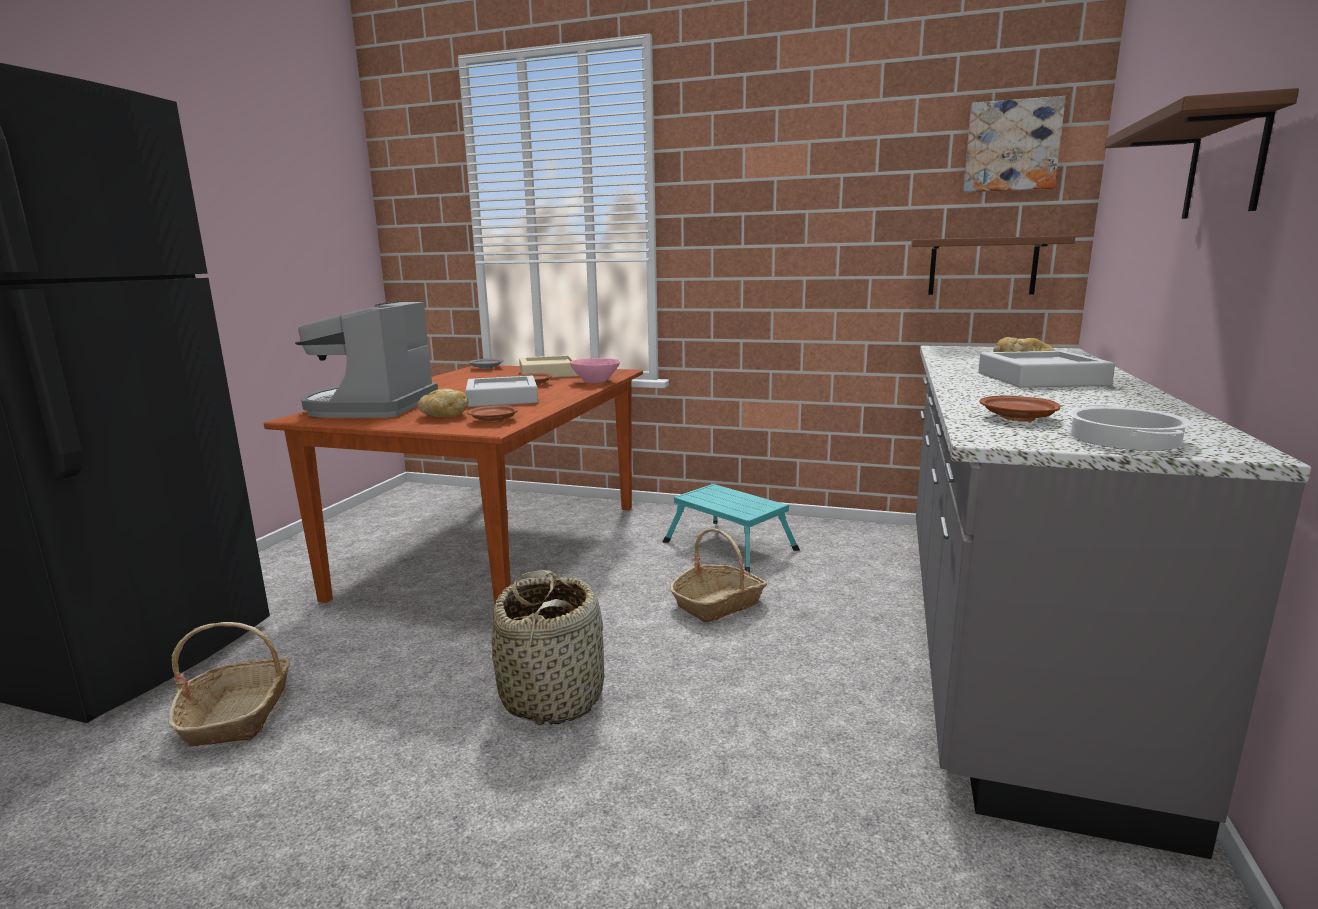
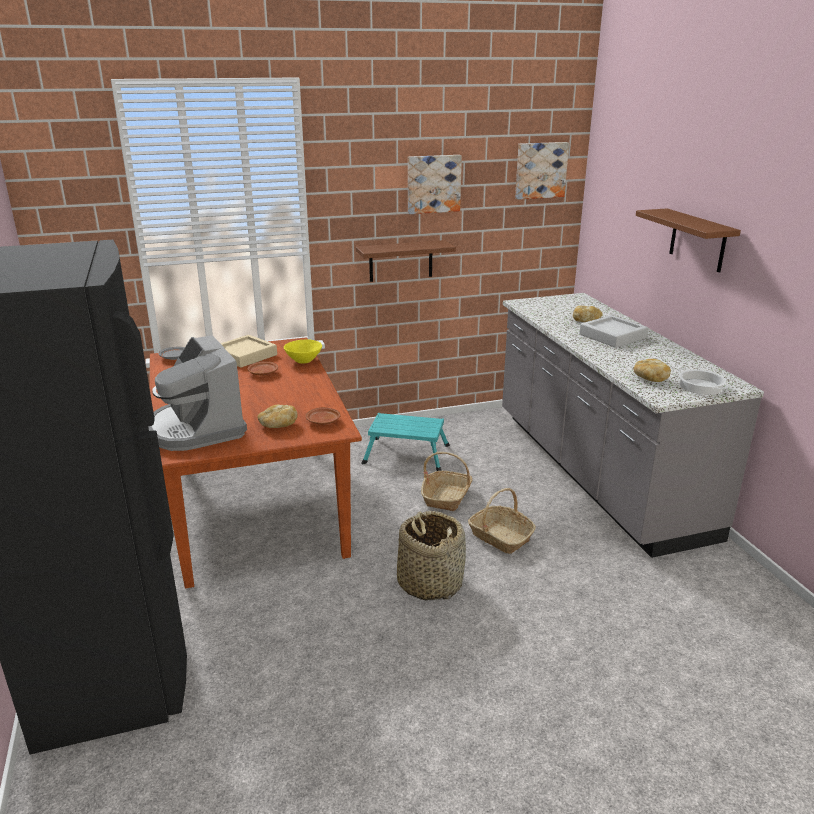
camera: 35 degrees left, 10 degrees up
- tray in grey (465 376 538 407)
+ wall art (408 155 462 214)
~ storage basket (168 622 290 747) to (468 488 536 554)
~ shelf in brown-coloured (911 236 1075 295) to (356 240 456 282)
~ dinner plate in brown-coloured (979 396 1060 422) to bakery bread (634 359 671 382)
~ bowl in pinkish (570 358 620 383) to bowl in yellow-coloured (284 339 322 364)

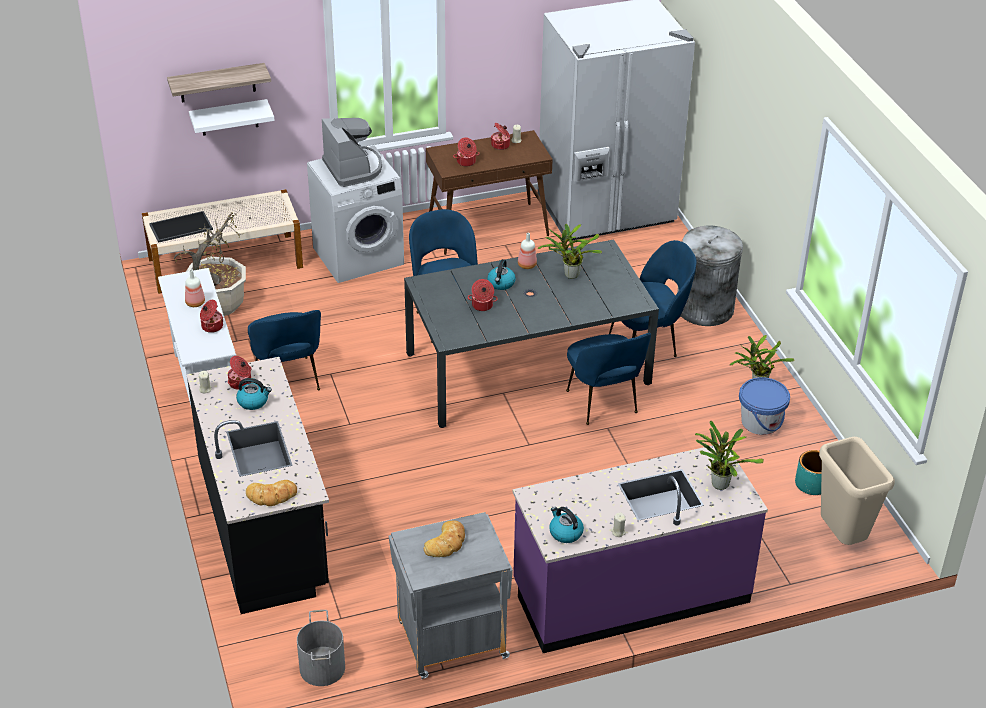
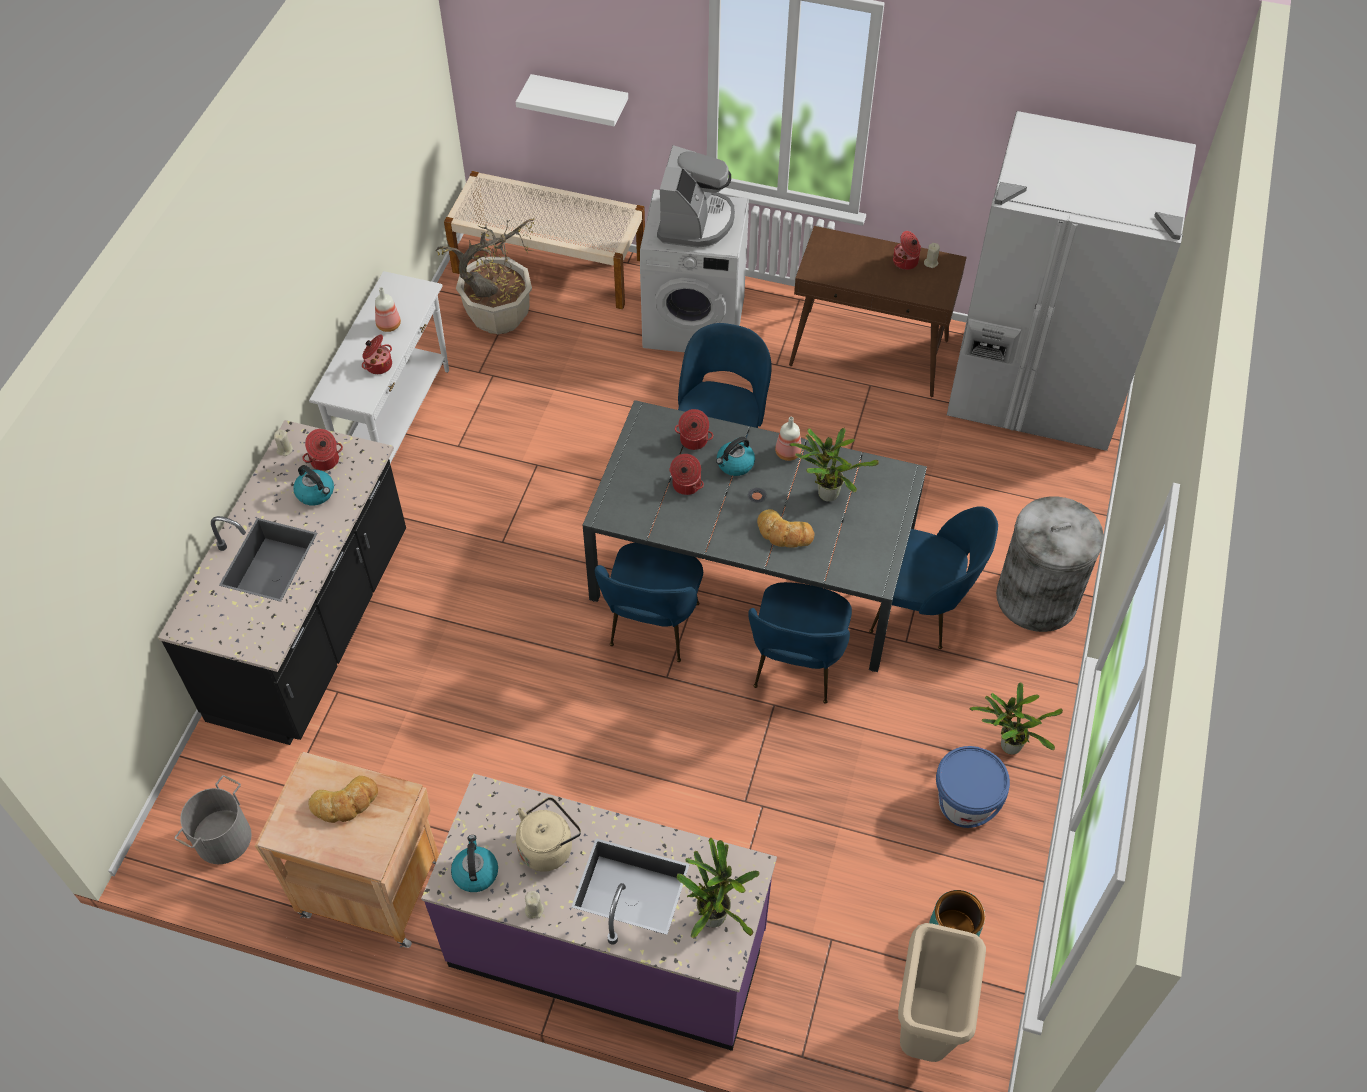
camera: 35 degrees right, 15 degrees up
- tray (149 211 213 243)
- shelf (167 63 271 103)
+ kettle in beige (516 797 581 872)
~ bakery bread (246 480 297 506) to (757 509 815 548)
~ chair in bluish (248 310 321 390) to (595 543 703 662)
~ cooking pot (453 137 479 166) to (675 409 713 450)
~ cart in grey (389 512 513 680) to cart in brown-coloured (255 752 439 948)

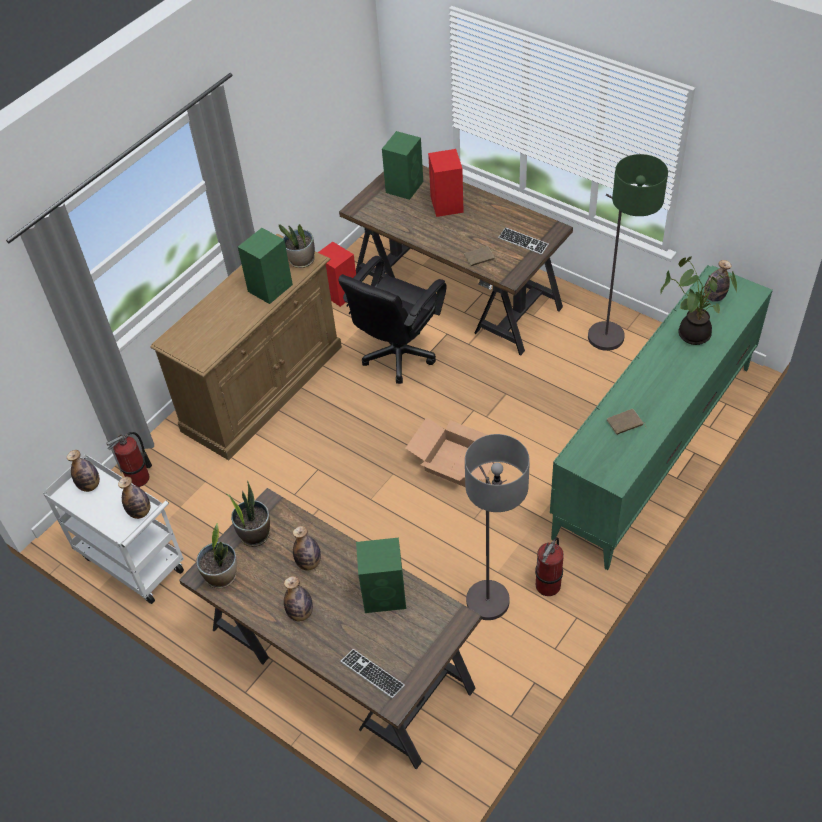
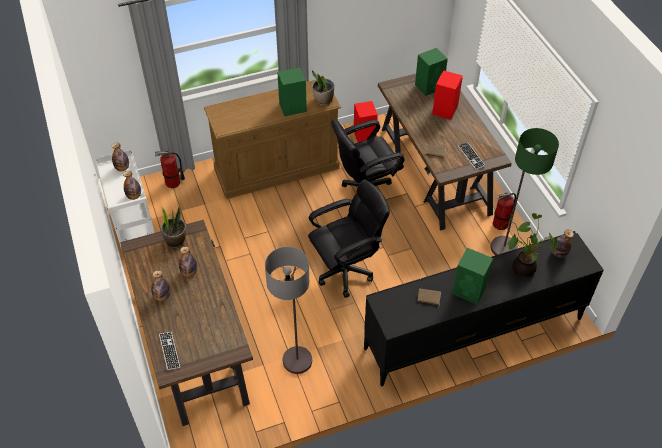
camera: 30 degrees right, 0 degrees up
- houseplant (196 523 237 589)
~ loudspeaker in green-coloured (356 537 406 613) to (452 248 493 304)
~ fire-fighting cylinder (535 537 564 596) to (493 193 516 230)
~ carton (406 417 495 487) to computer chair in black-coloured (308 180 390 298)
~ cabinet in green-coloured (550 265 773 570) to cabinet in black-coloured (364 231 604 387)

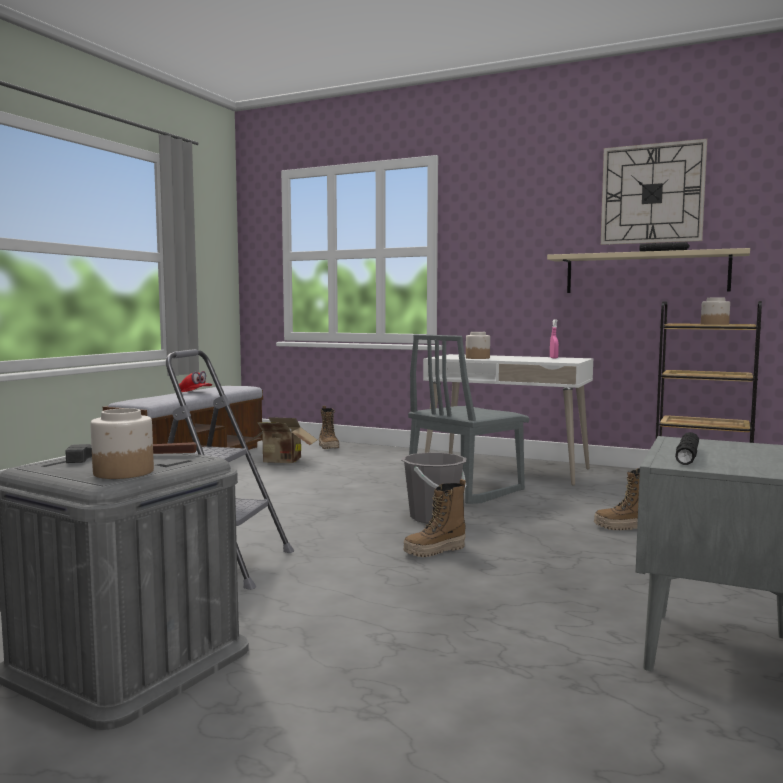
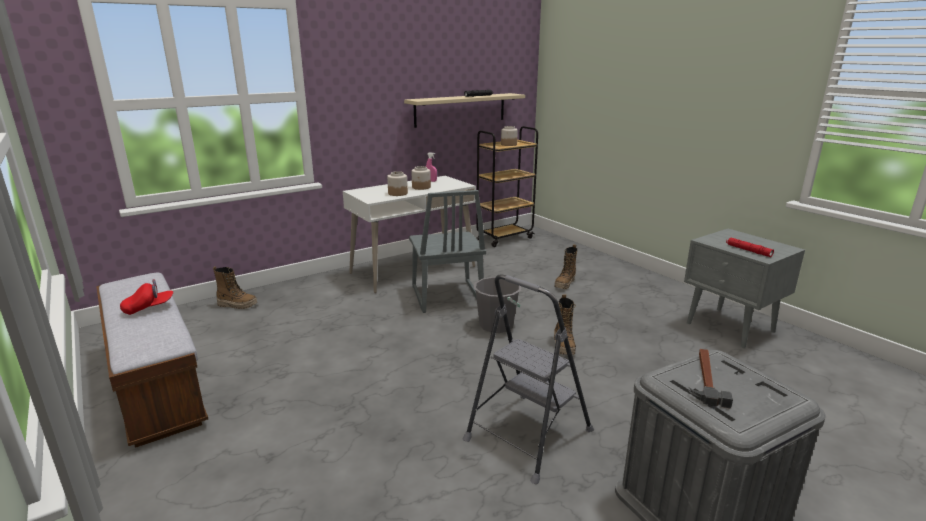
camera: 60 degrees left, 15 degrees up
- carton (247 417 317 463)
- wall clock (601 139 707 245)
~ preserve jar (91 408 154 479) to (411 166 431 190)
~ hand torch in black-coloured (675 432 699 465) to hand torch in reddish (726 238 774 257)

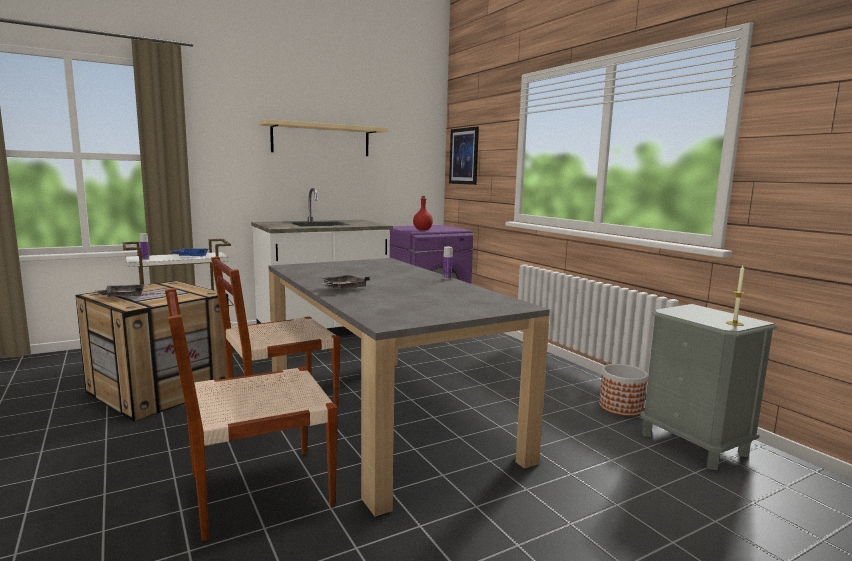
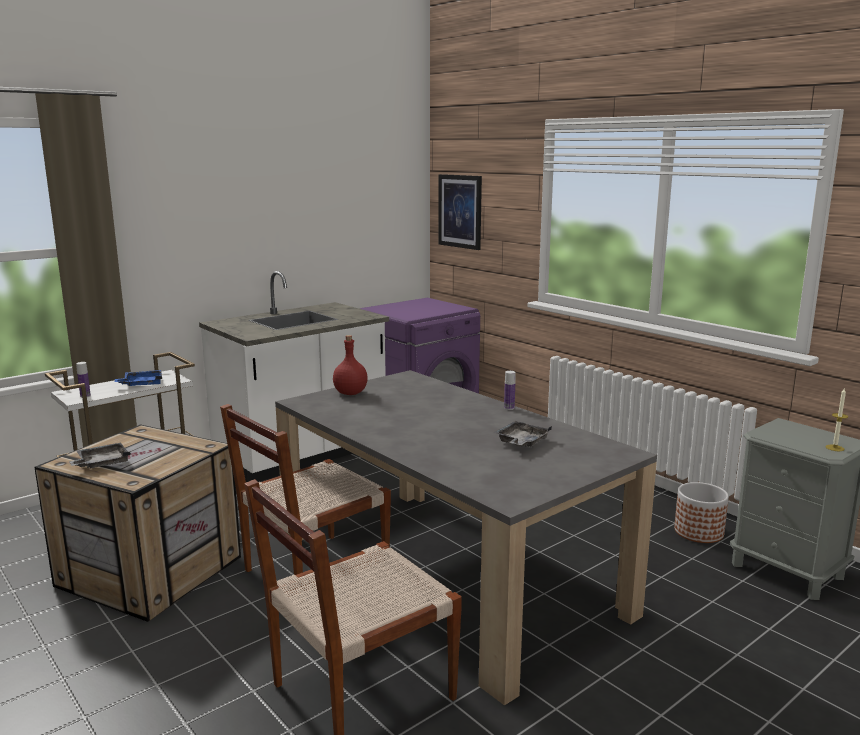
camera: 10 degrees left, 5 degrees up
- shelf in beige (259 119 388 156)
~ tray in grey (320 275 370 289) to (493 421 552 447)
~ drink bottle in reddish (413 196 433 230) to (333 335 368 395)

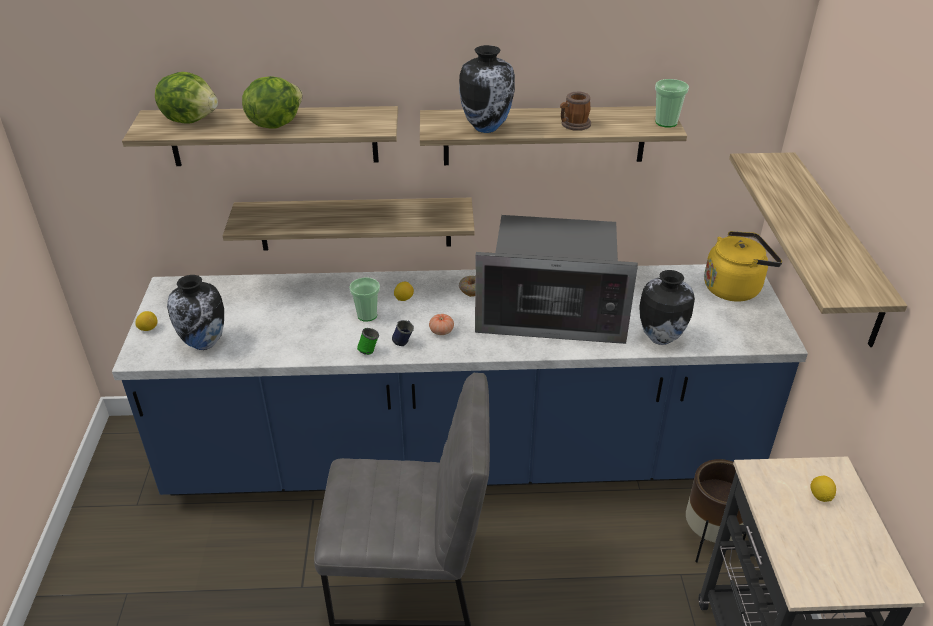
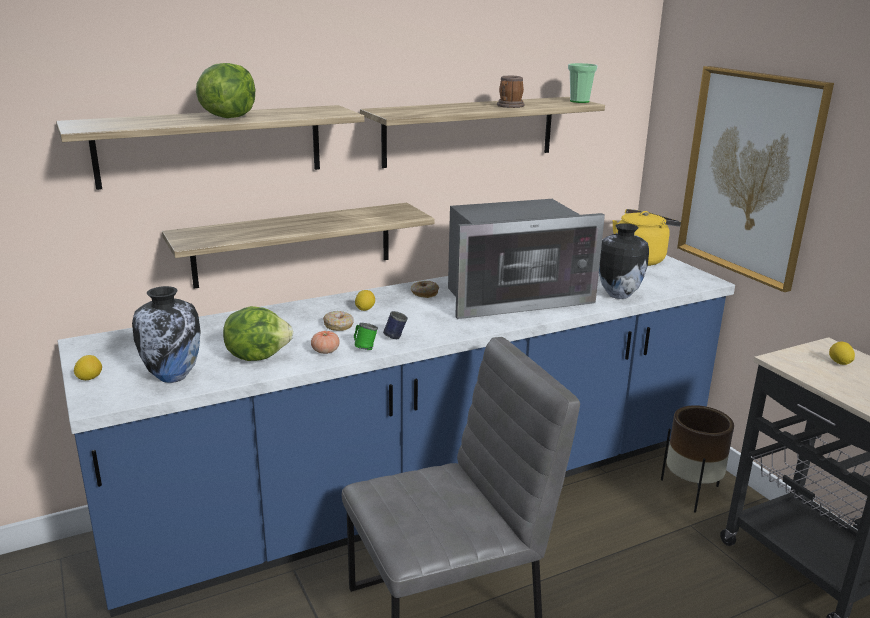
camera: 25 degrees left, 15 degrees down
- flower vase (459 45 515 133)
~ lettuce head (155 72 218 124) to (223 306 293 361)
~ tomato (429 314 454 335) to (311 331 340 354)
~ drinking cup (349 277 380 322) to ring doughnut (323 311 354 331)
~ shelf (729 152 907 347) to wall art (677 66 834 292)

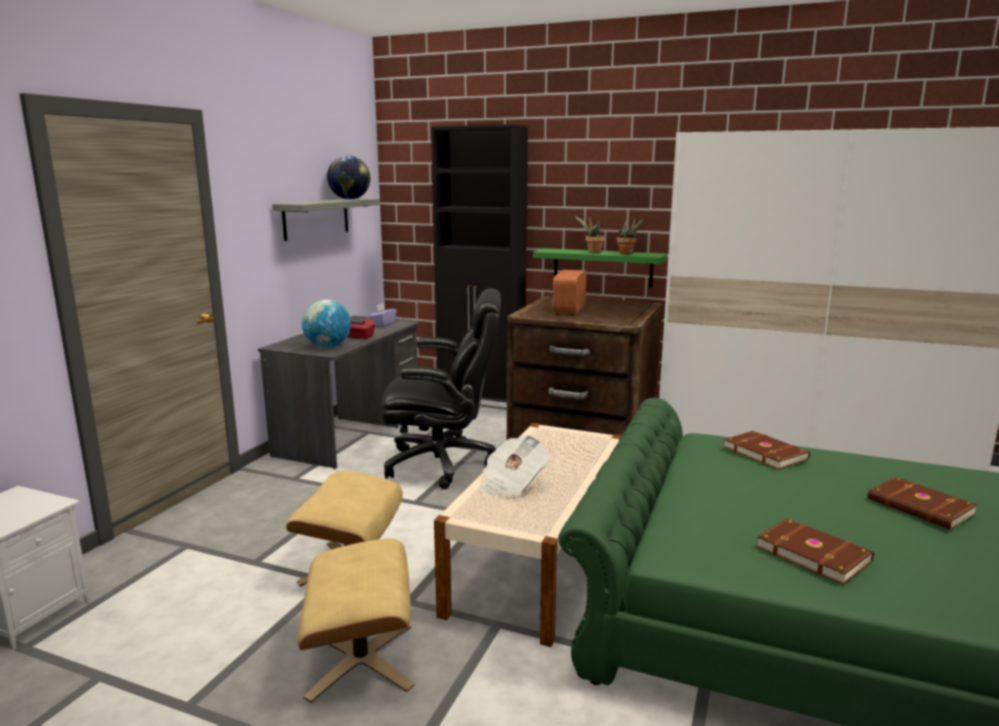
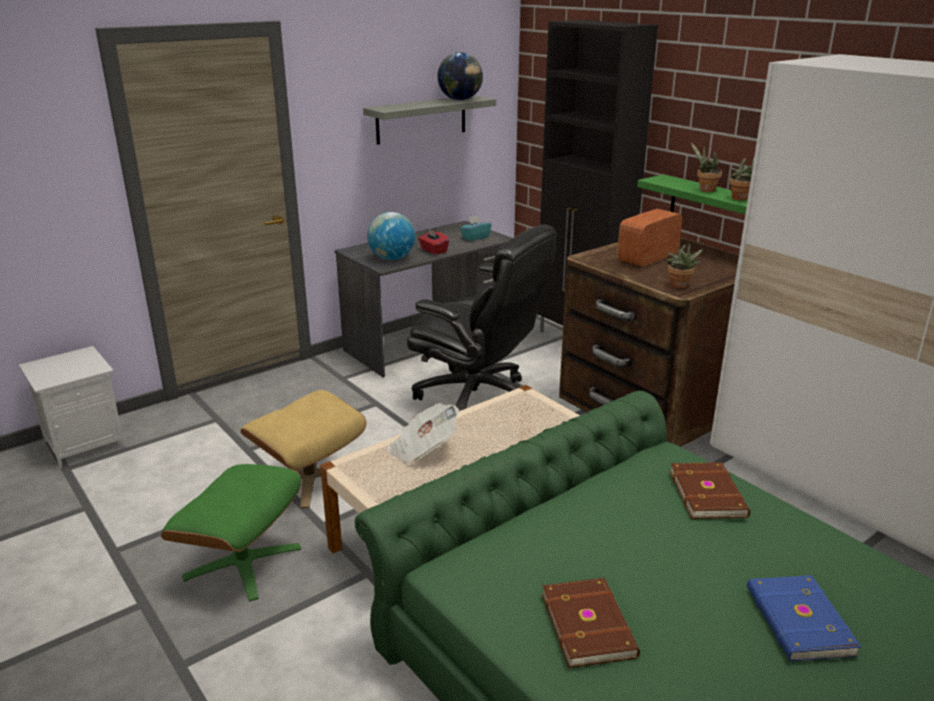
camera: 30 degrees right, 10 degrees up
+ houseplant (666 243 703 289)
~ footrest in beige (297 539 414 703) to footrest in green-coloured (161 464 301 602)
~ tissue box in purple-coloured (369 303 396 327) to tissue box in turquoise (460 215 492 241)
~ volume in brown-coloured (868 477 977 530) to volume in bluish (747 575 861 661)

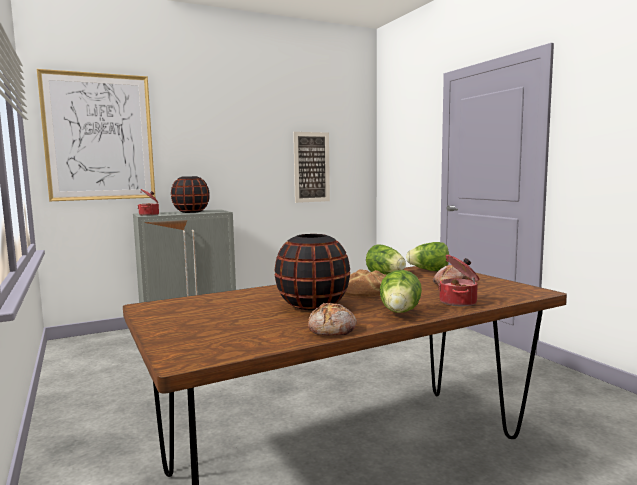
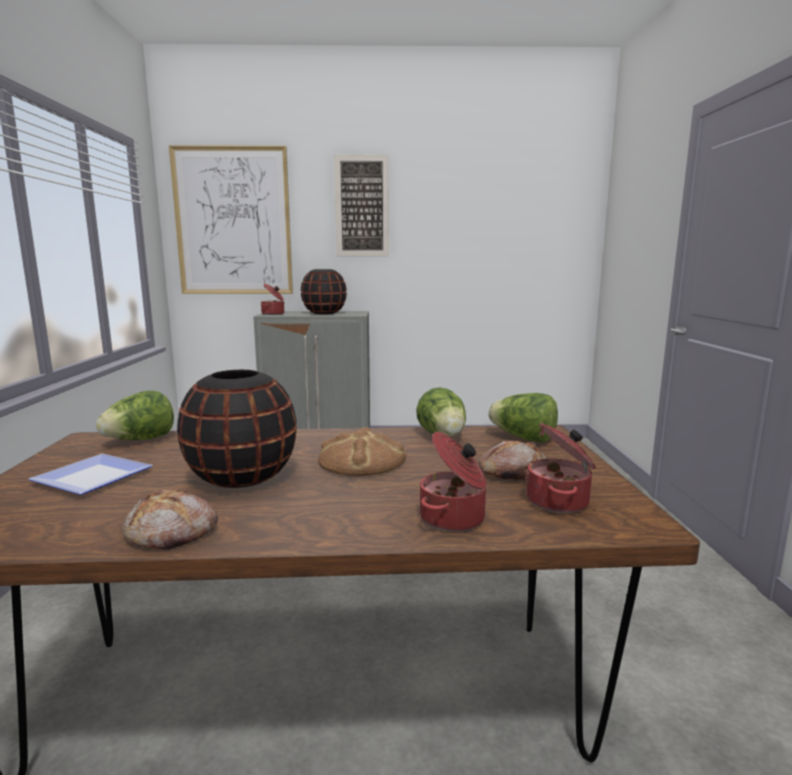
camera: 25 degrees right, 5 degrees up
+ dinner plate (28 454 153 495)
+ cooking pot (525 423 596 513)
~ wall art (293 132 330 203) to (334 155 389 256)
~ lettuce head (380 270 422 313) to (96 391 174 440)

